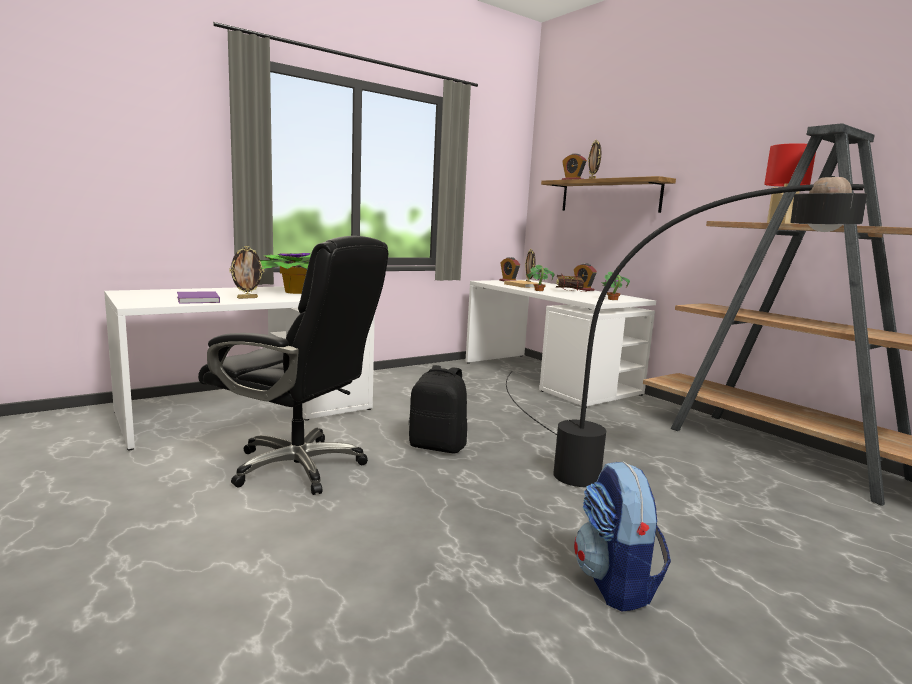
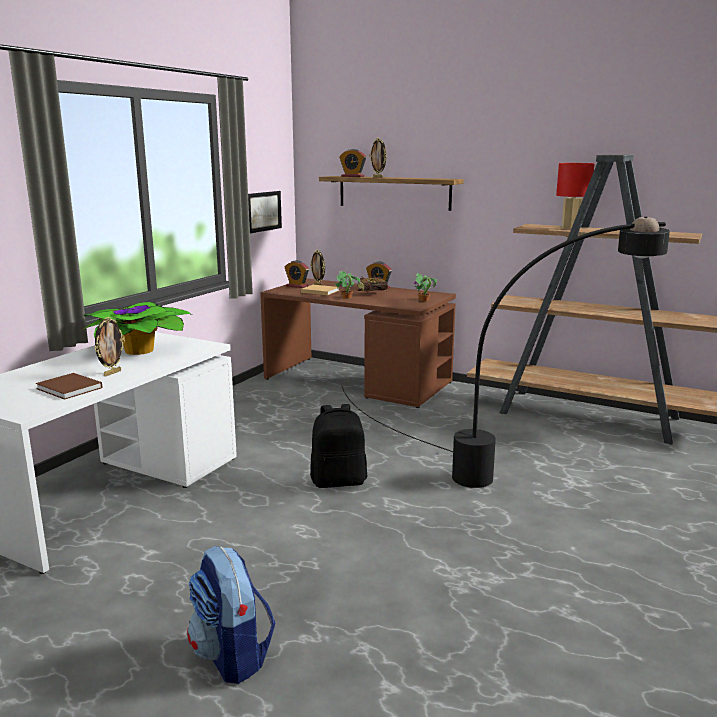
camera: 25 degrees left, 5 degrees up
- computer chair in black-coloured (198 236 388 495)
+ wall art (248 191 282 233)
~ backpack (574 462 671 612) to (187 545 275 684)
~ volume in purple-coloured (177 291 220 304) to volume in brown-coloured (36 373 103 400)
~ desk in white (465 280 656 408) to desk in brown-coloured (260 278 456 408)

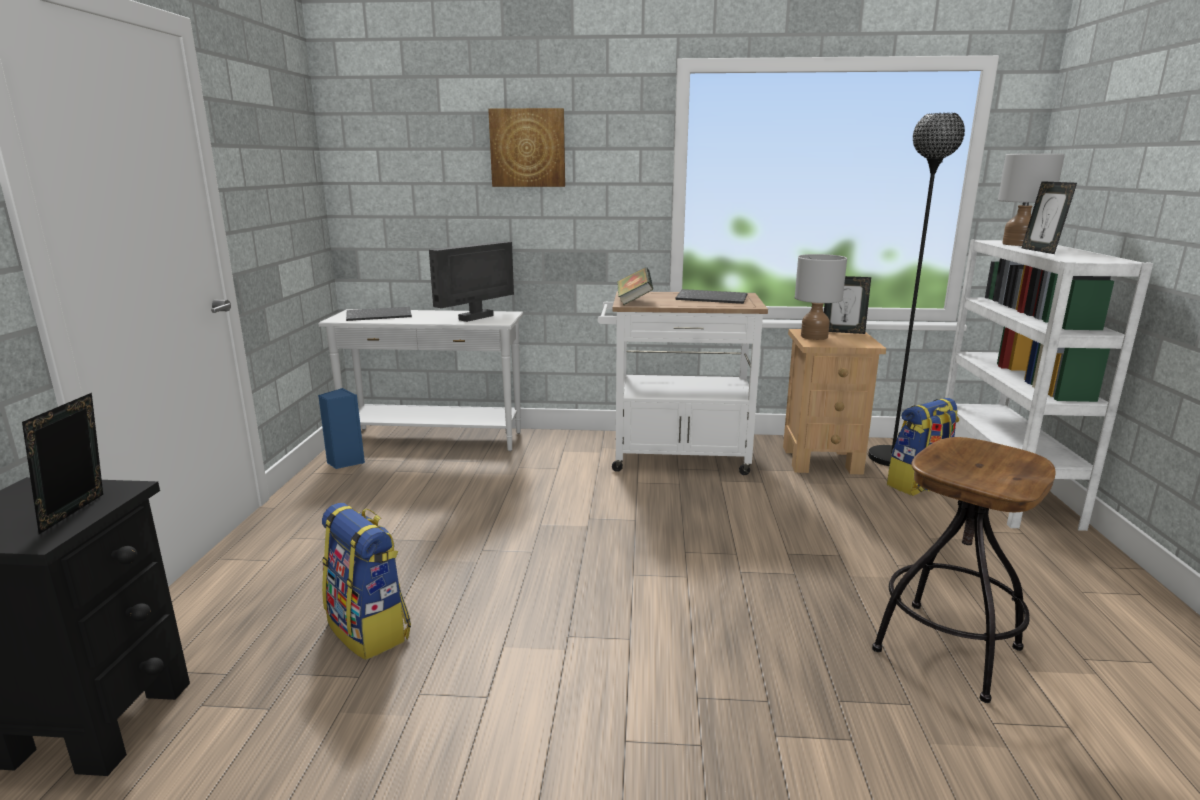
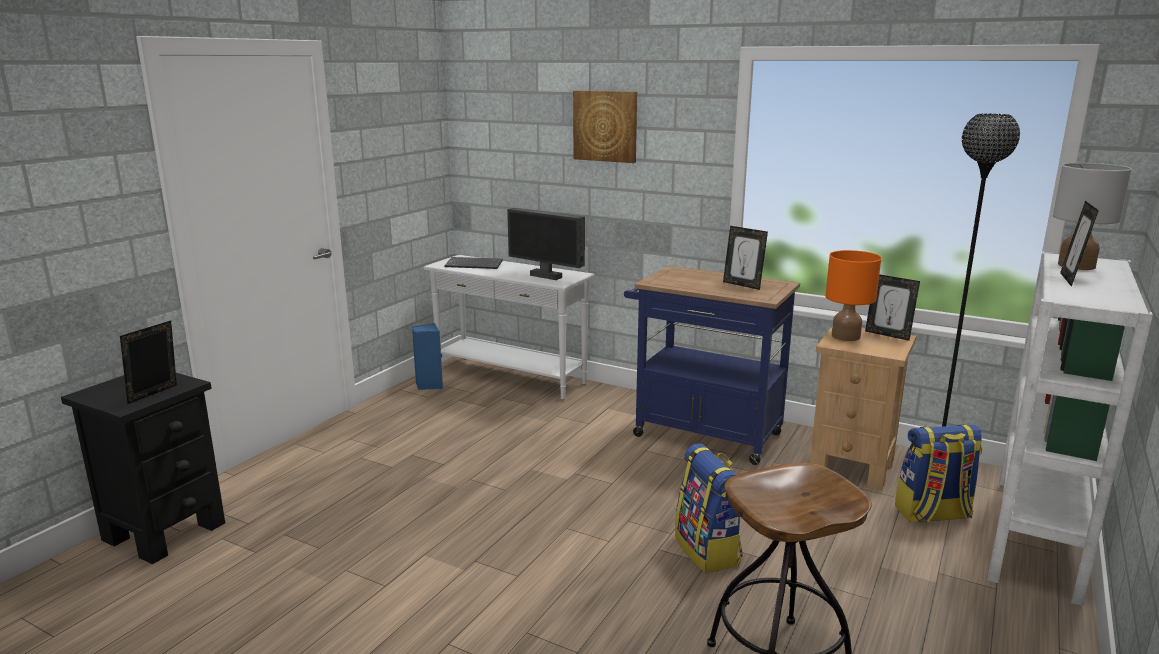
camera: 25 degrees right, 0 degrees up
- volume (617 267 653 305)
~ backpack (322 503 411 660) to (675 444 743 573)
~ PC keyboard (675 289 748 304) to standing frame (723 226 768 290)
~ cart in white (597 291 768 475) to cart in bluish (624 266 800 465)
~ lamp for a table in grey (795 254 847 340) to lamp for a table in orangey (825 250 881 341)
~ computer screen (429 241 514 322) = (507 208 585 280) 120 degrees counterclockwise

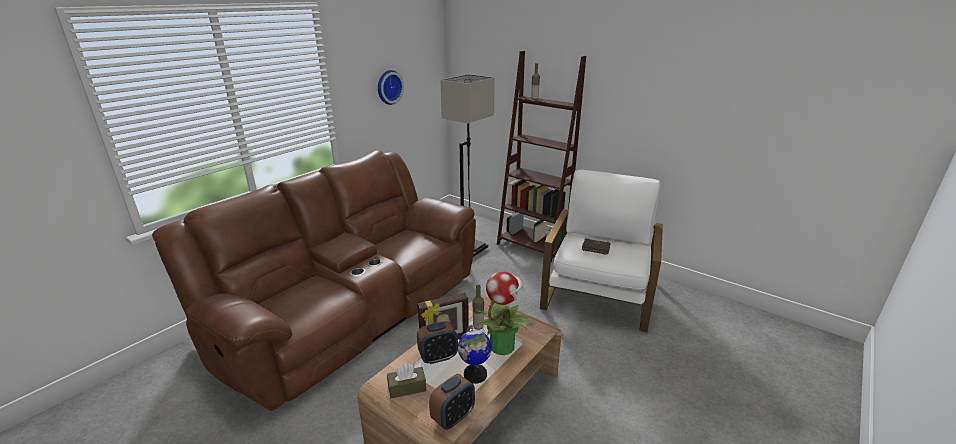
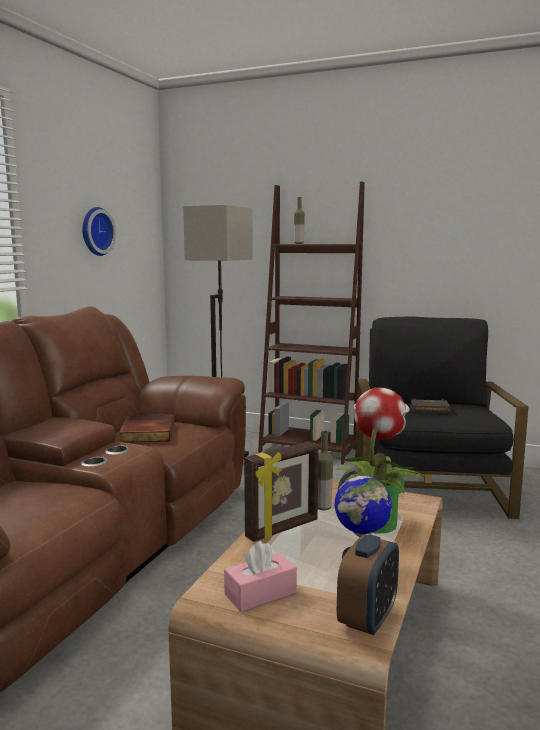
camera: 15 degrees left, 15 degrees down
- bedside clock (417 321 458 364)
+ volume (119 414 174 443)
~ tissue box in brown-coloured (387 363 426 398) to tissue box in pinkish (224 541 297 612)
~ easy chair in white (540 170 663 332) to easy chair in black-coloured (355 316 529 519)

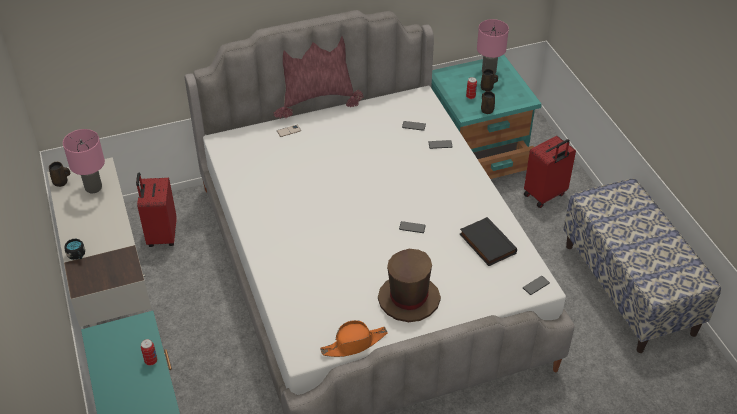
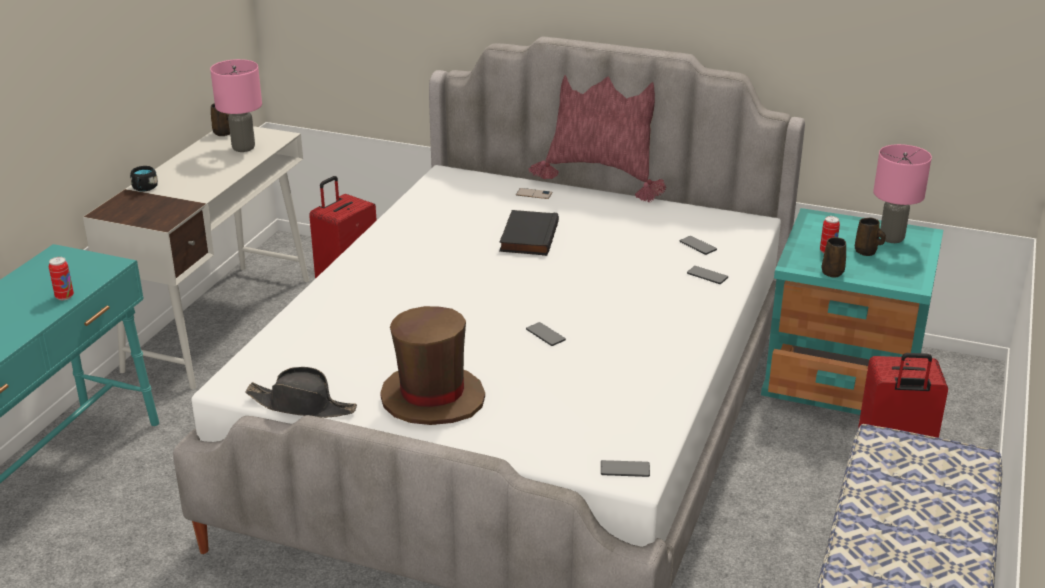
camera: 40 degrees right, 15 degrees down
~ volume in black-coloured (460 217 517 266) to (499 210 559 256)
~ hat in orangey (320 320 388 357) to hat in black-coloured (246 367 357 418)

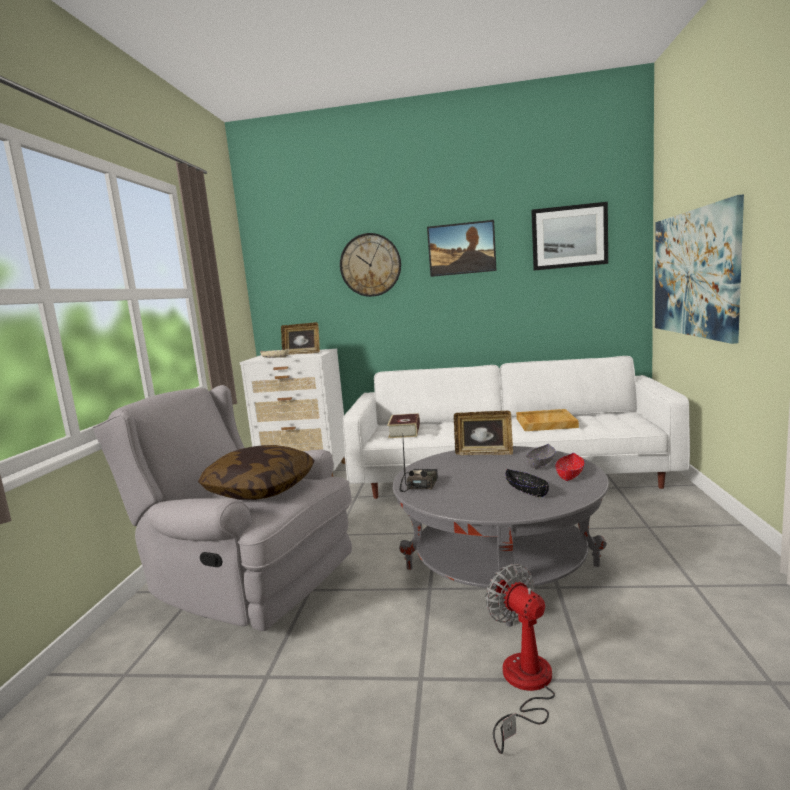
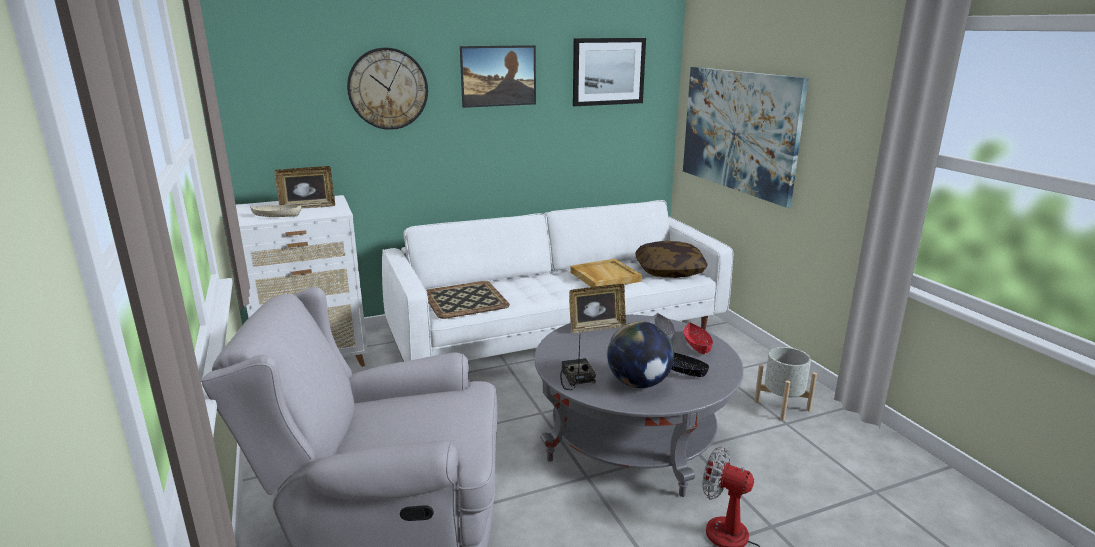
camera: 30 degrees left, 10 degrees up
+ world globe (607 321 674 388)
+ plant pot in grey (754 347 817 420)
~ throw pillow (198 445 315 500) to (635 241 708 278)
~ volume (387 413 420 438) to tray (426 281 510 319)

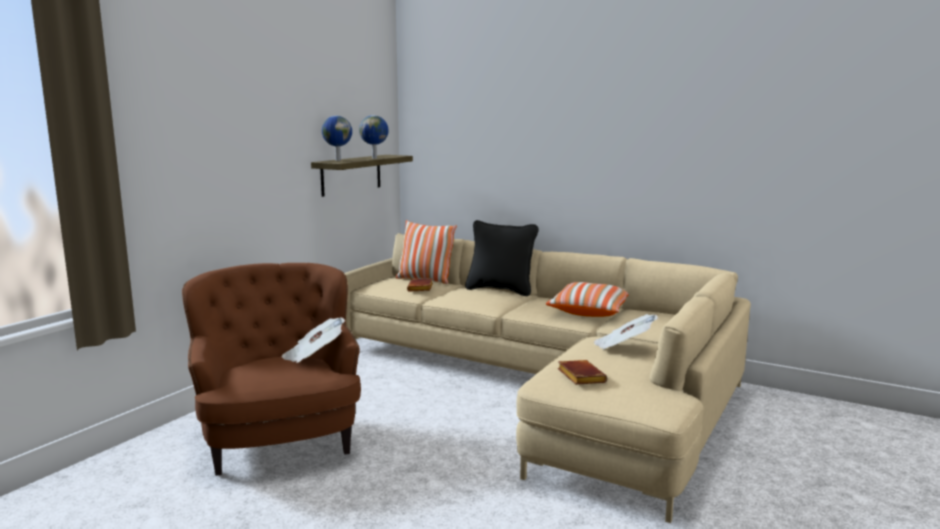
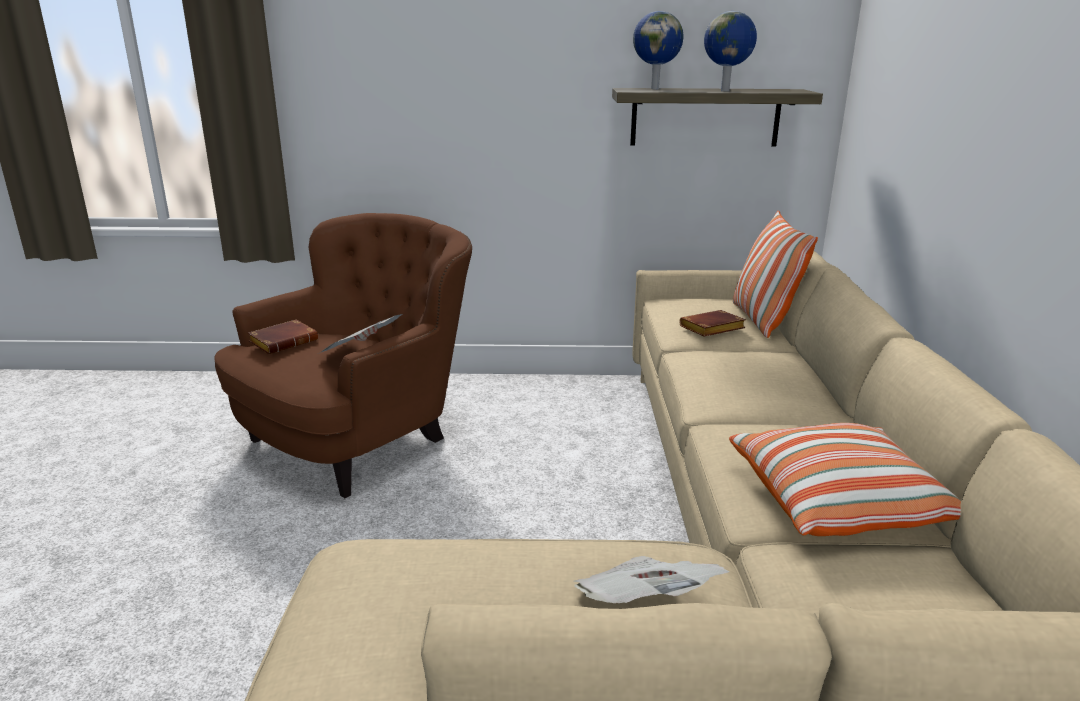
camera: 60 degrees right, 10 degrees up
- throw pillow in black-coloured (465 220 539 296)
~ volume in brown-coloured (558 360 607 385) to (248 319 318 354)

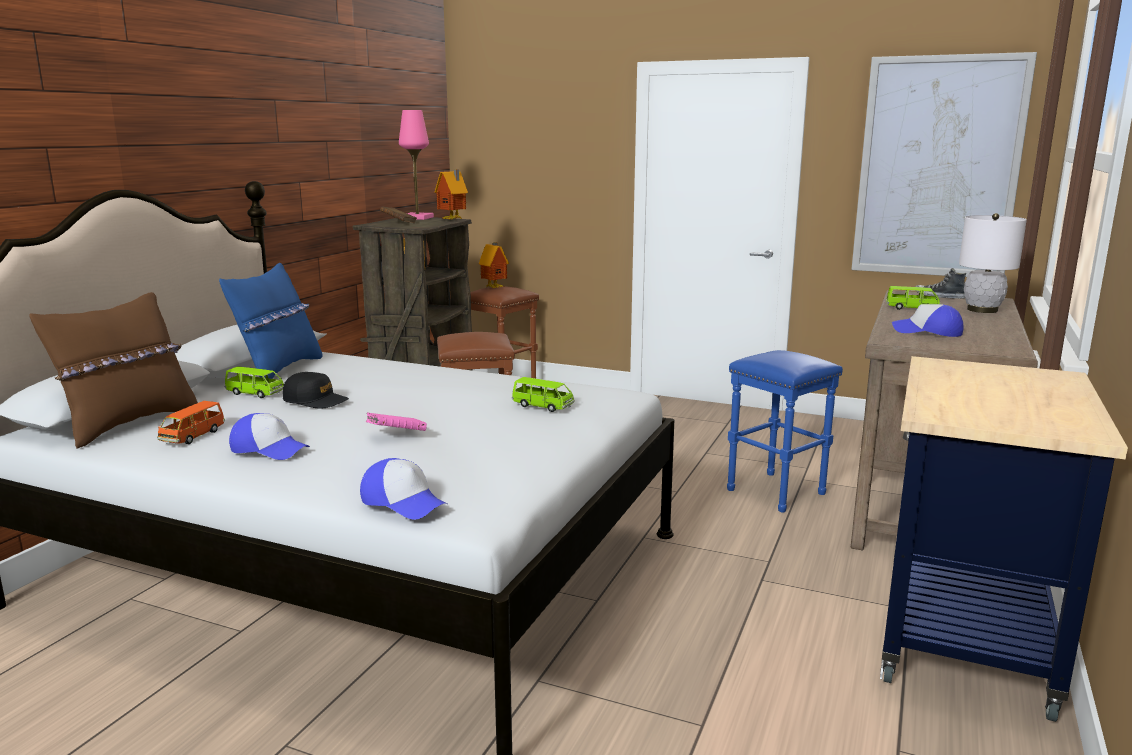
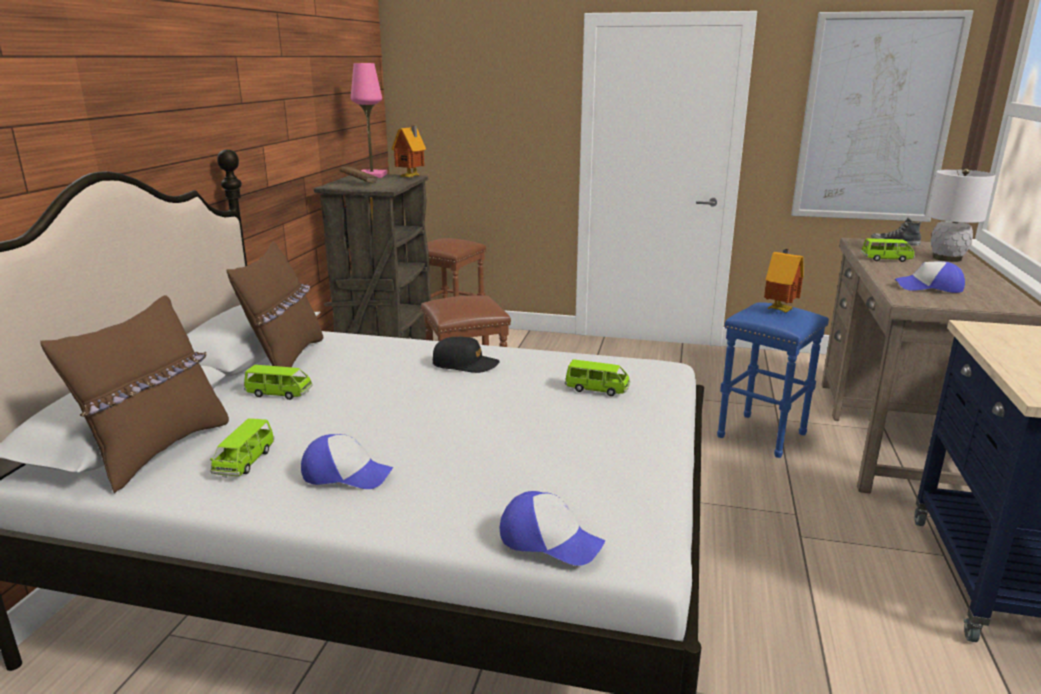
camera: 10 degrees left, 5 degrees up
- volume in pinkish (366 412 427 431)
~ baseball cap in black-coloured (283 372 349 409) to (433 337 500 373)
~ model house (479 242 509 288) to (764 249 804 313)
~ toy car in orangey (157 401 225 444) to toy car in green-coloured (210 418 275 477)
~ throw pillow in bluish (219 263 322 379) to throw pillow in brown-coloured (227 242 324 367)

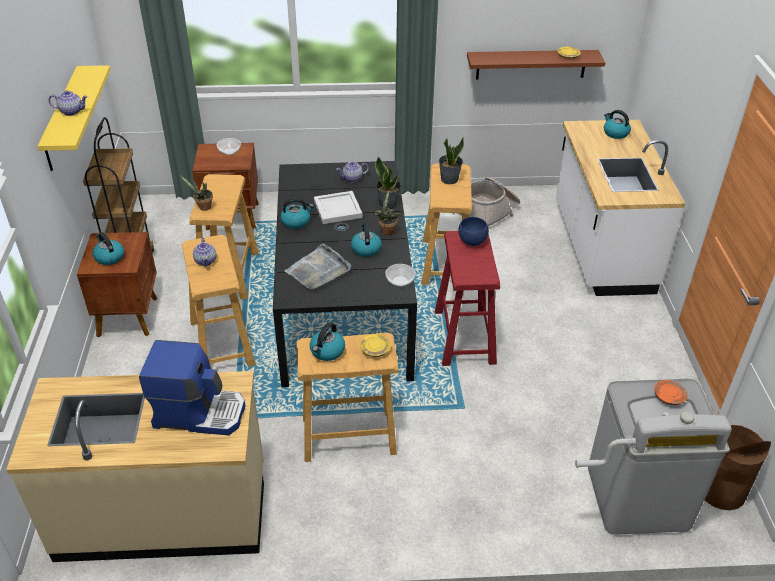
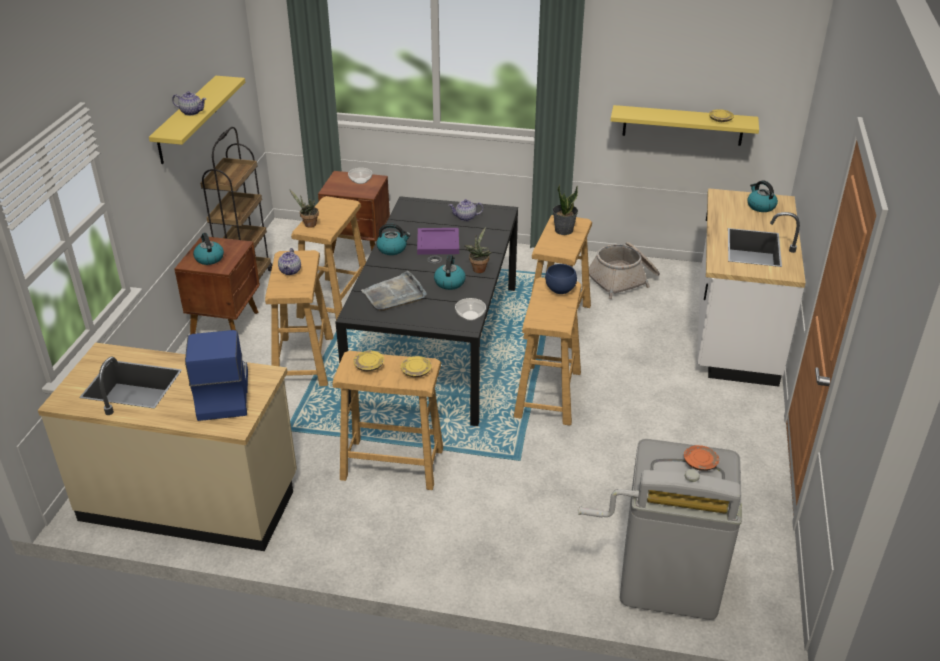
camera: 15 degrees right, 5 degrees down
- houseplant (375 157 401 209)
- trash can in brown-coloured (705 425 771 510)
~ kettle (310 323 345 361) to dinner plate in yellow-coloured (353 351 384 371)
~ tray in white (314 191 362 224) to tray in purple-coloured (417 228 459 255)
~ sitting stool in reddish (435 231 500 366) to sitting stool in beige (513 277 582 426)
~ shelf in brown-coloured (467 50 605 80) to shelf in yellow-coloured (610 105 759 146)
~ coffee brewer (139 340 245 435) = (185 330 248 421) 120 degrees counterclockwise

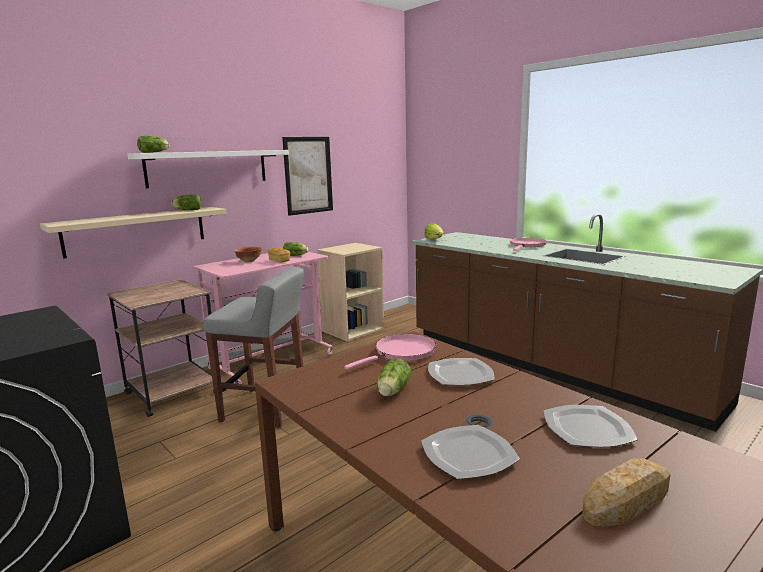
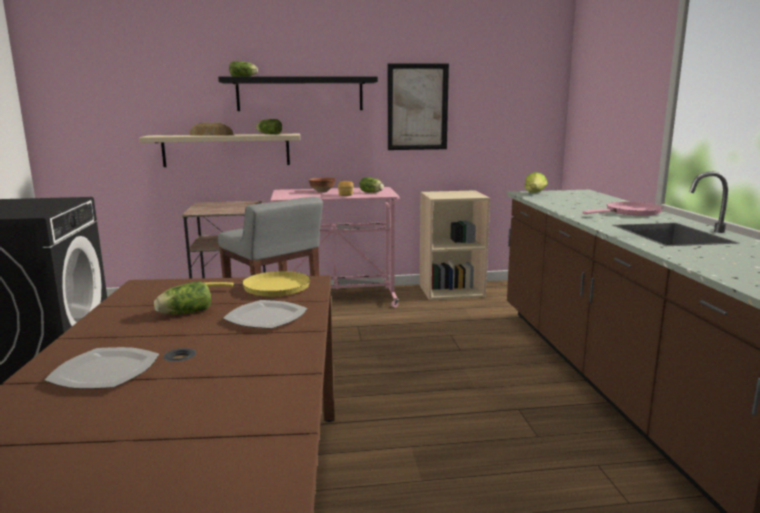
camera: 35 degrees right, 0 degrees up
- dinner plate (544 405 638 447)
~ bakery bread (582 459 671 527) to (190 123 233 135)
~ shelf in white (127 150 289 188) to shelf in black-coloured (218 77 378 111)
~ pan in pinkish (344 334 436 370) to pan in yellow-coloured (205 271 310 297)

